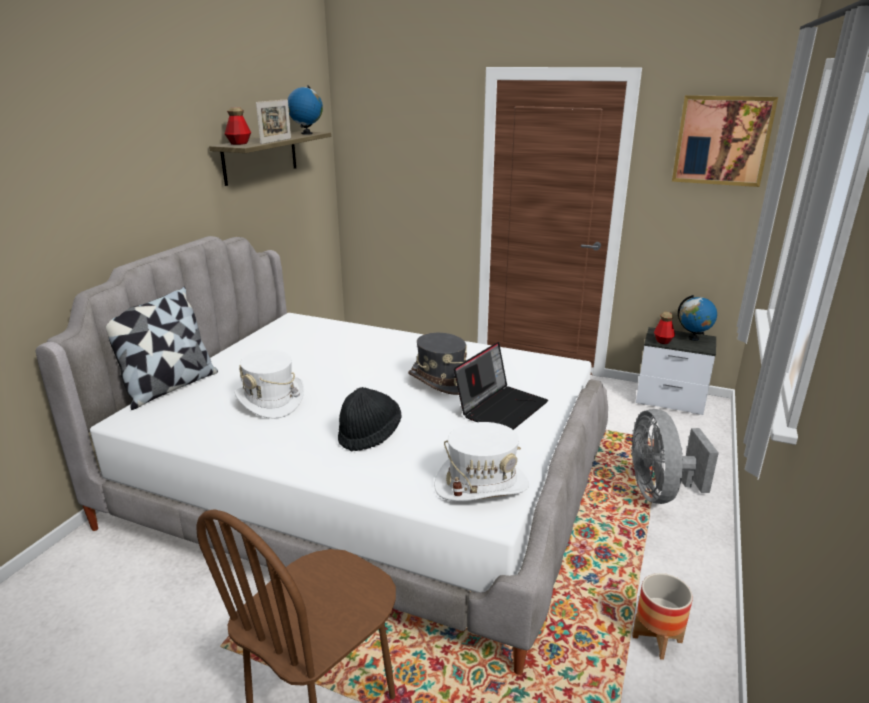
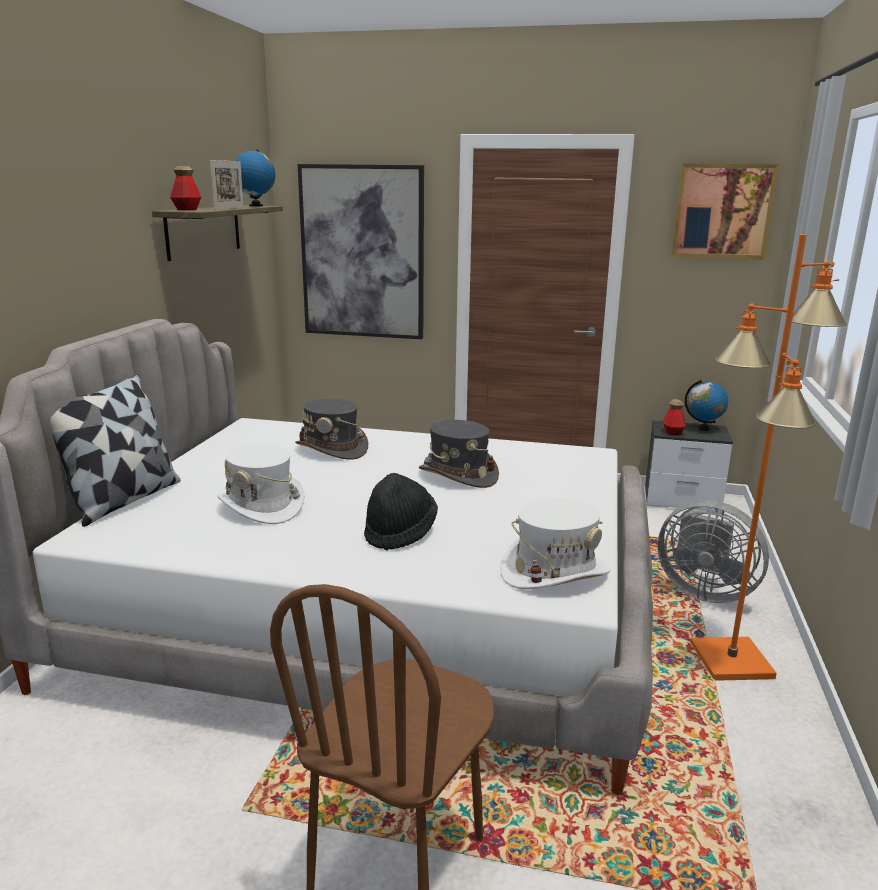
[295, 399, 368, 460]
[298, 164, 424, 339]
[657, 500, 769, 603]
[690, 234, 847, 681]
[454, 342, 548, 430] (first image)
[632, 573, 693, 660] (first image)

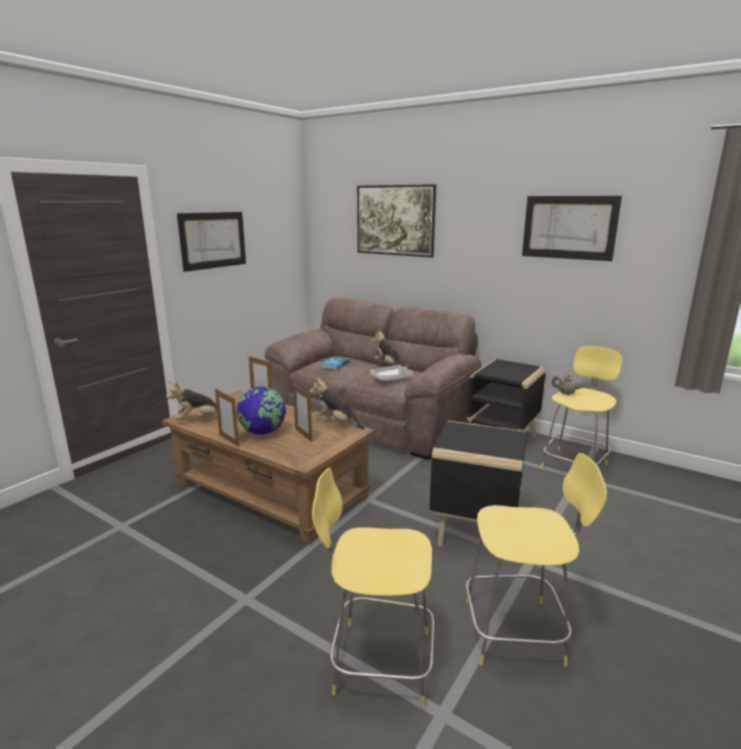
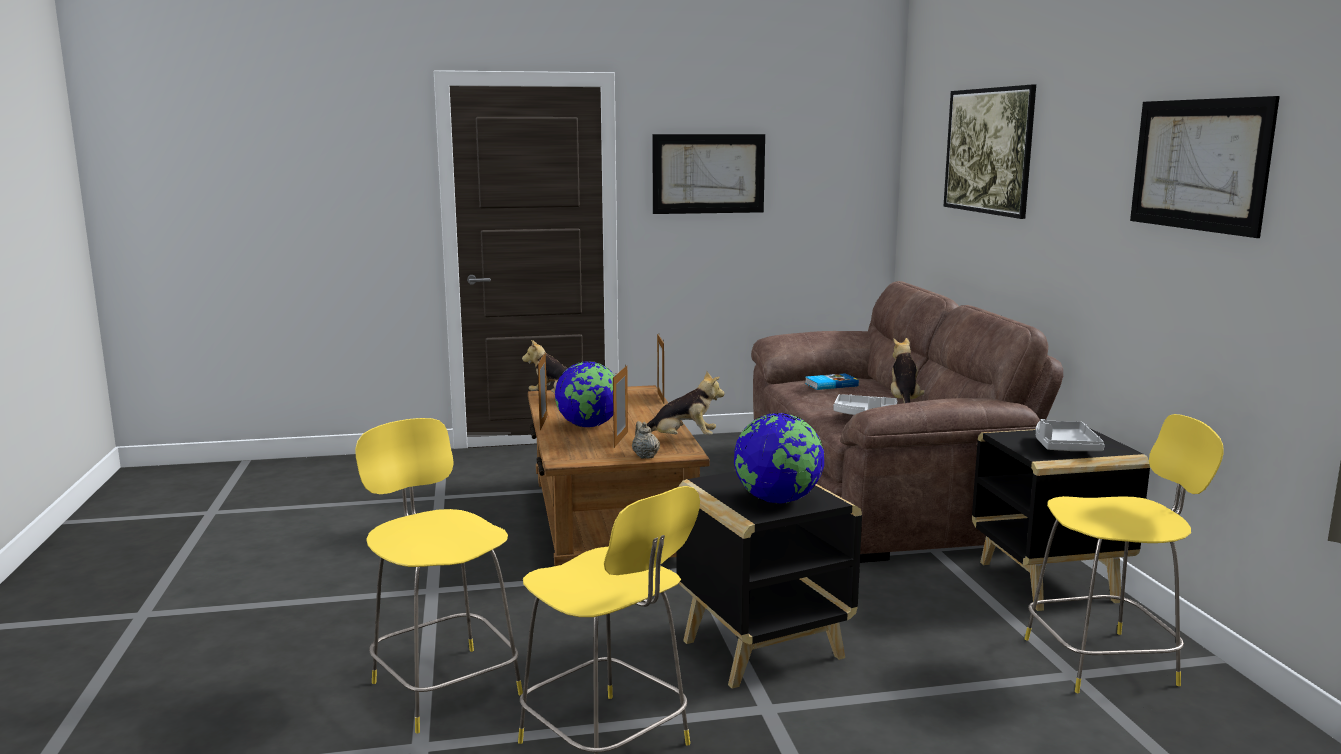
[632, 421, 660, 458]
[647, 371, 724, 435]
[734, 413, 824, 504]
[1035, 419, 1105, 451]

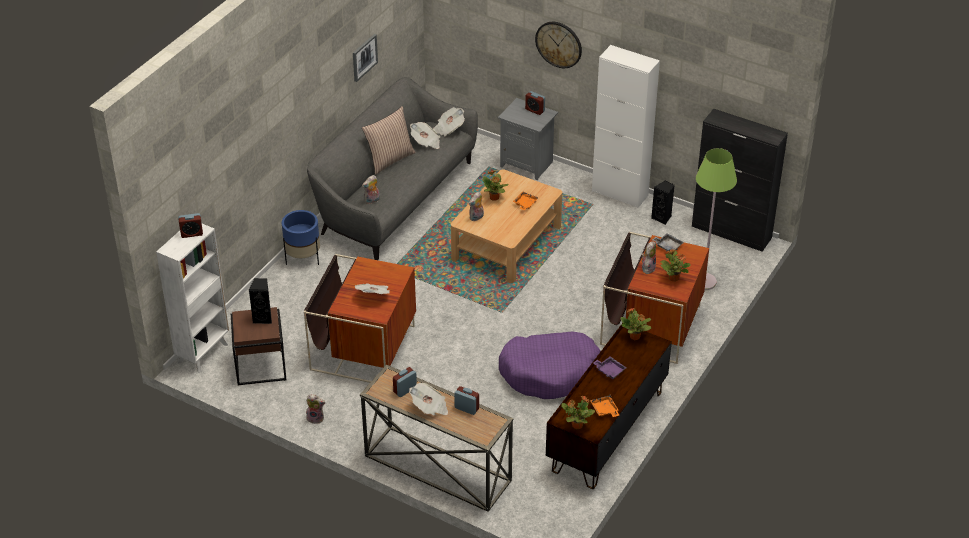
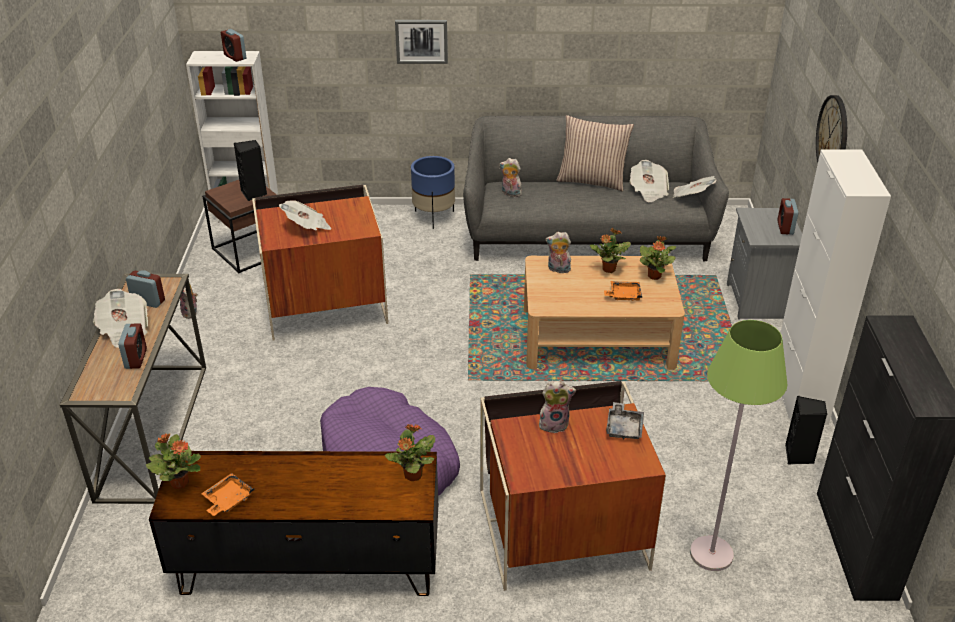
[395, 20, 448, 64]
[640, 236, 676, 280]
[593, 356, 626, 379] (first image)

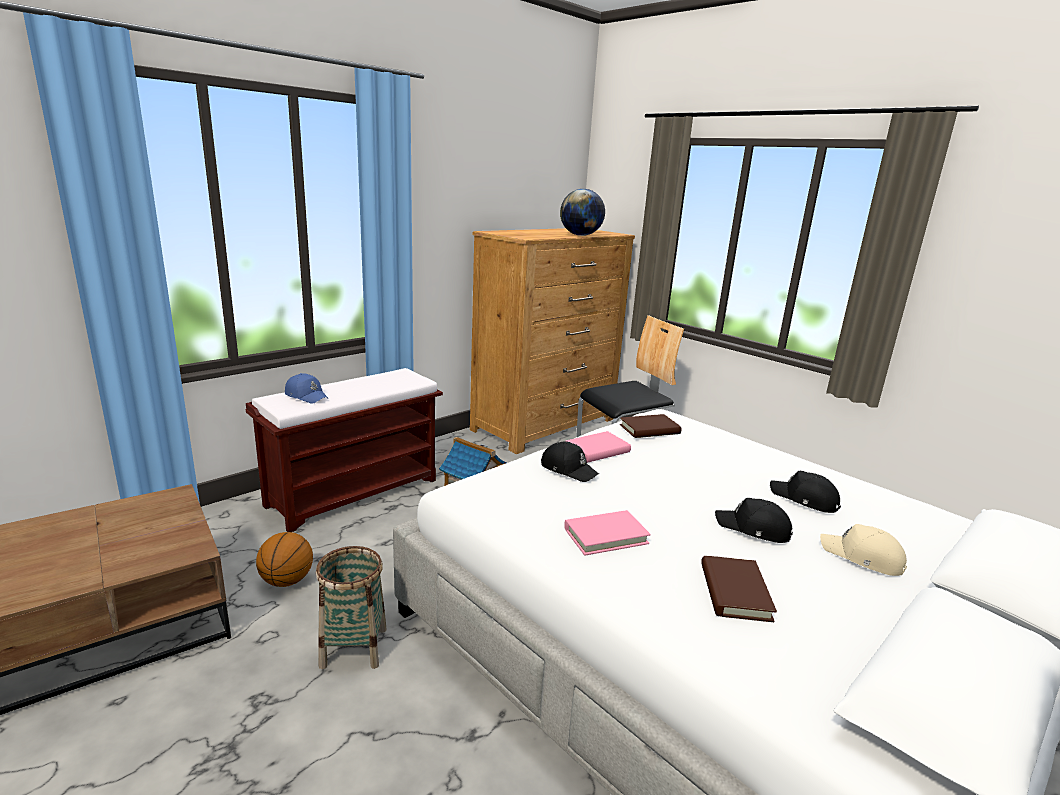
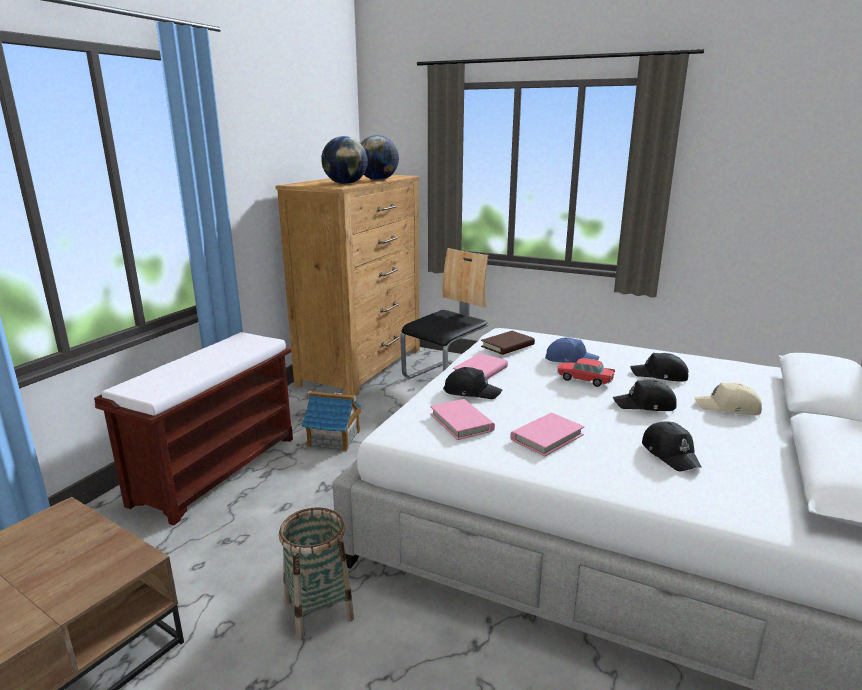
[321, 136, 368, 184]
[430, 399, 495, 440]
[545, 337, 600, 363]
[558, 358, 615, 387]
[642, 422, 702, 472]
[256, 532, 313, 587] (first image)

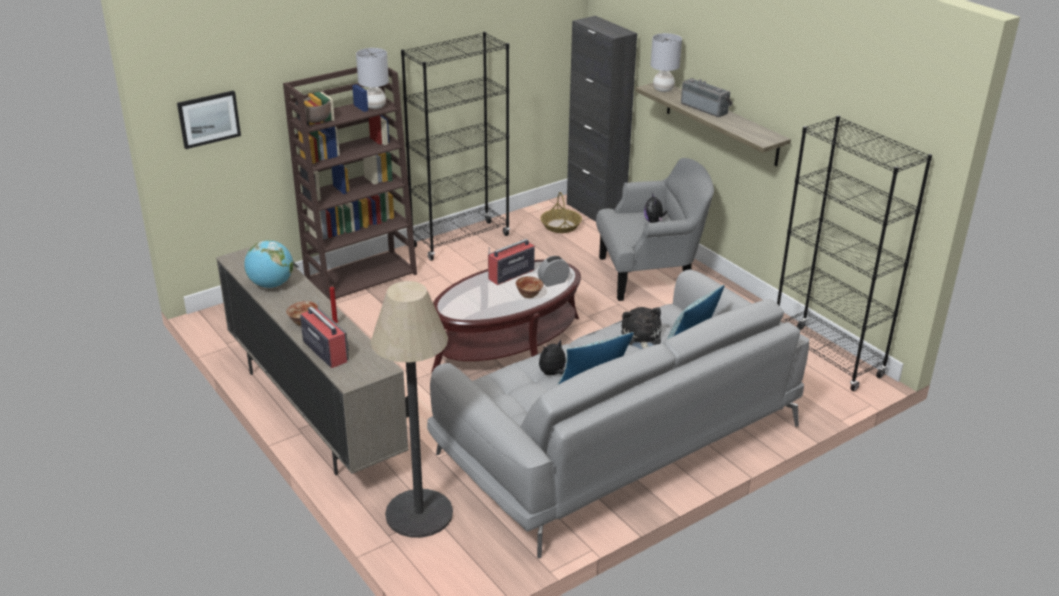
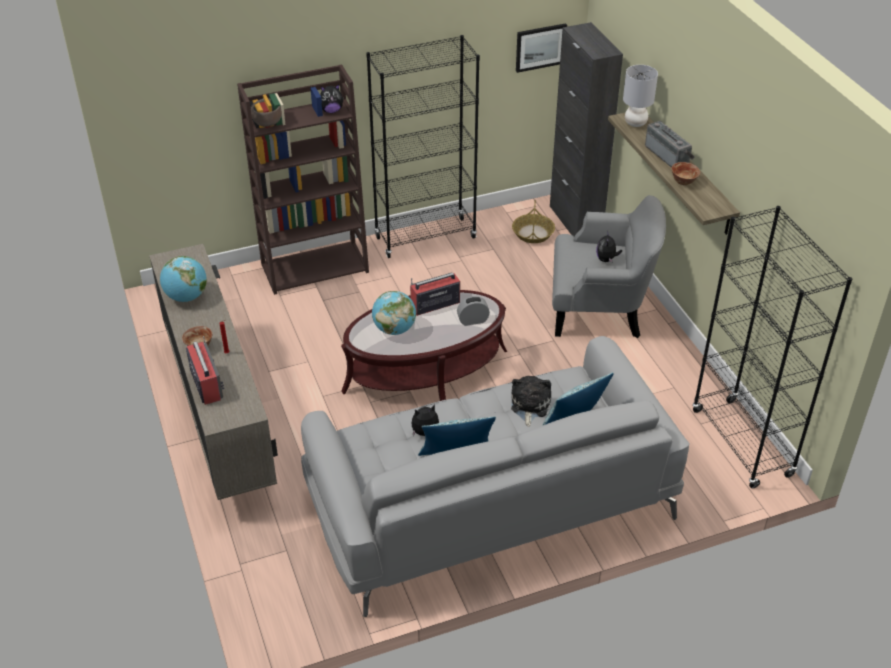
[320, 84, 344, 113]
[372, 291, 416, 335]
[516, 23, 567, 73]
[671, 162, 700, 185]
[371, 281, 453, 538] (first image)

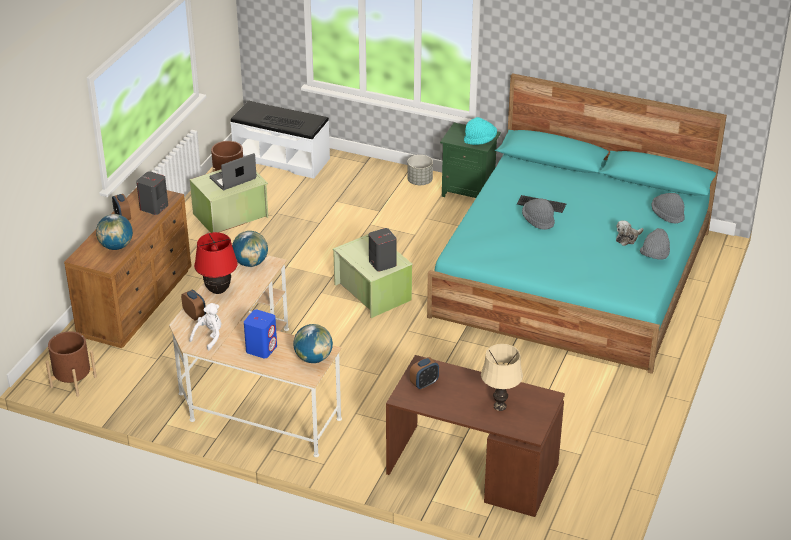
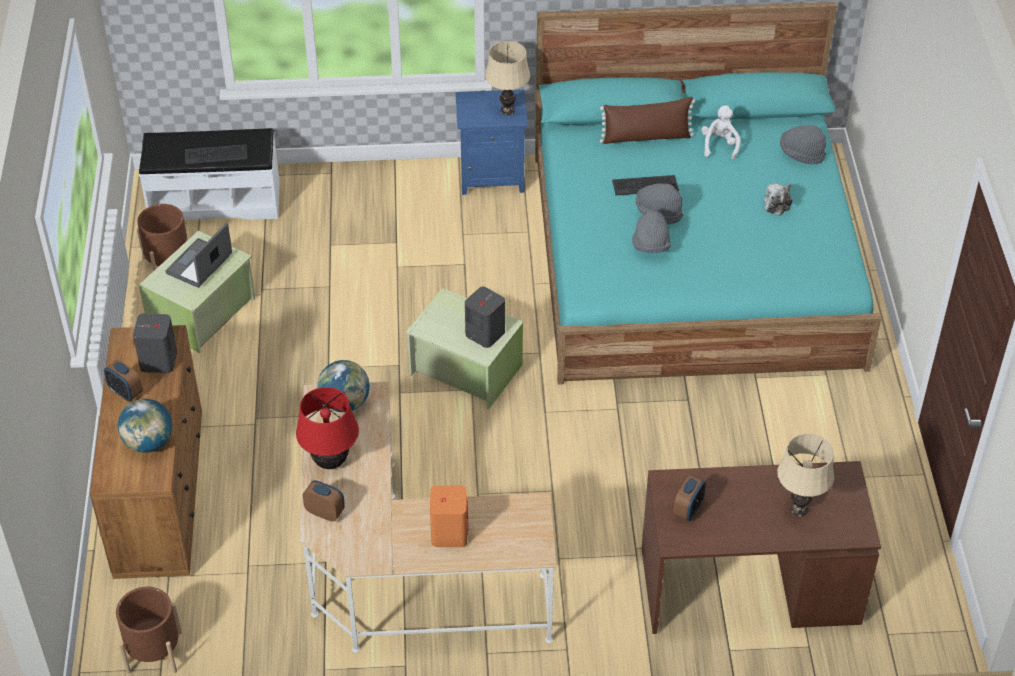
[430, 485, 468, 547]
[455, 90, 528, 195]
[485, 41, 530, 115]
[600, 97, 695, 144]
[632, 209, 671, 253]
[701, 105, 741, 160]
[293, 324, 333, 363] (first image)
[407, 155, 433, 185] (first image)

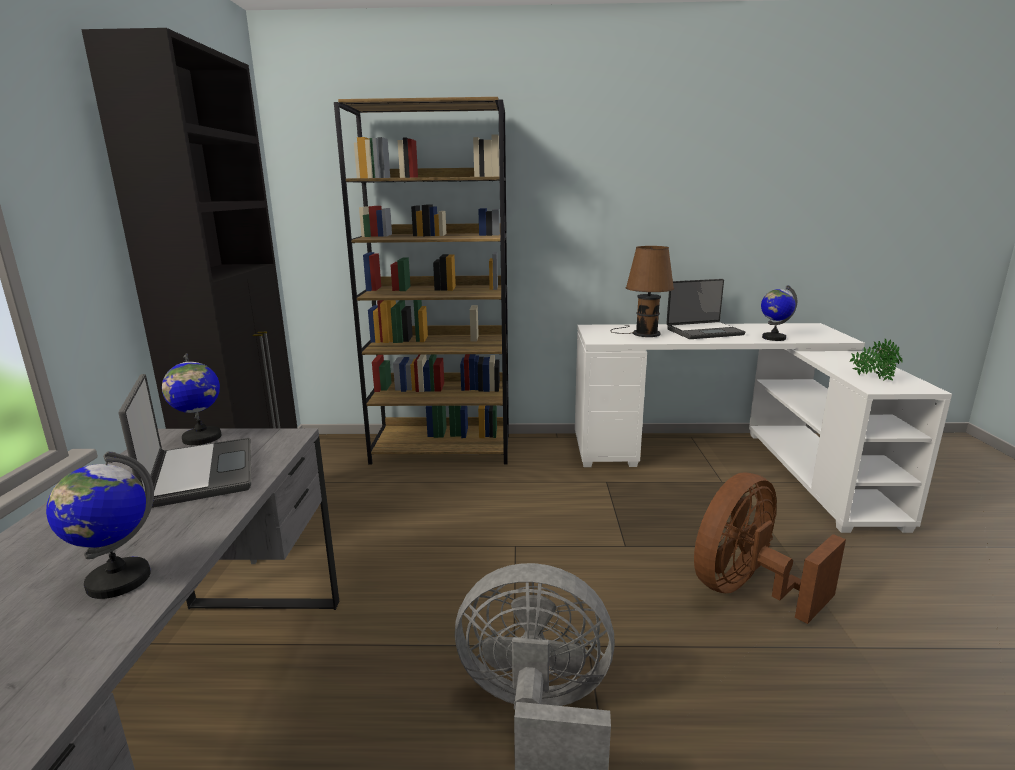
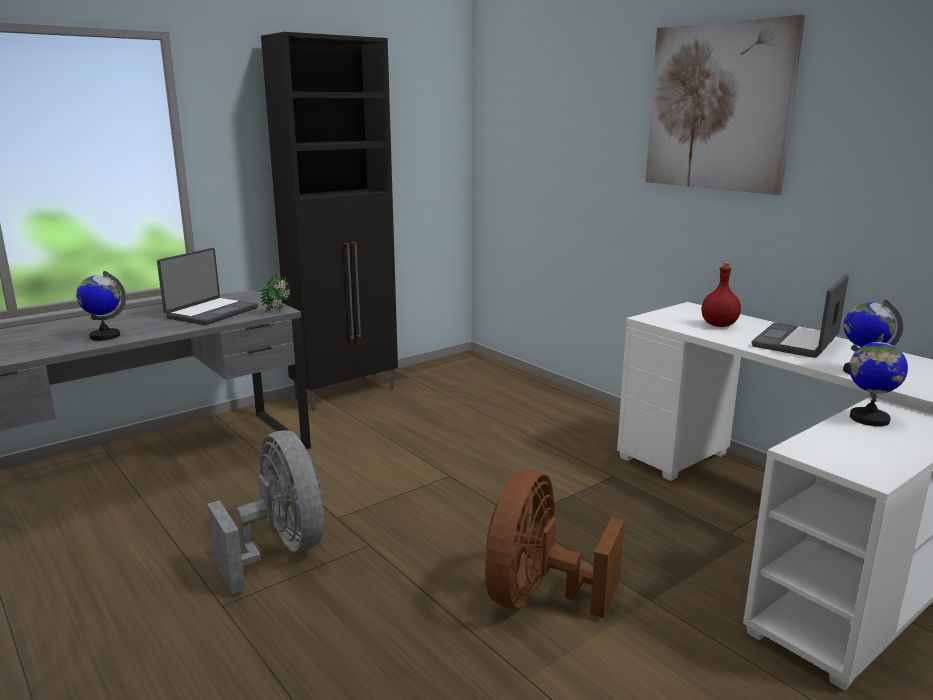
[260, 275, 291, 313]
[485, 469, 625, 618]
[645, 14, 805, 195]
[701, 262, 741, 327]
[751, 274, 849, 358]
[849, 334, 908, 427]
[334, 97, 509, 465] (first image)

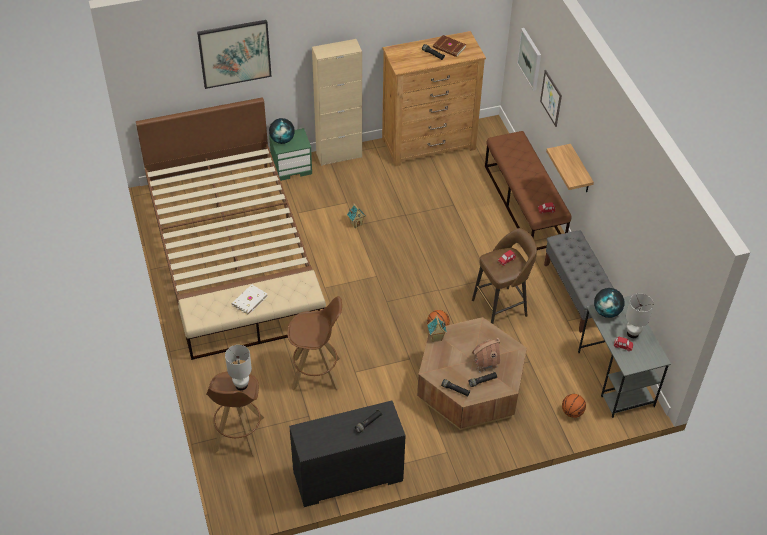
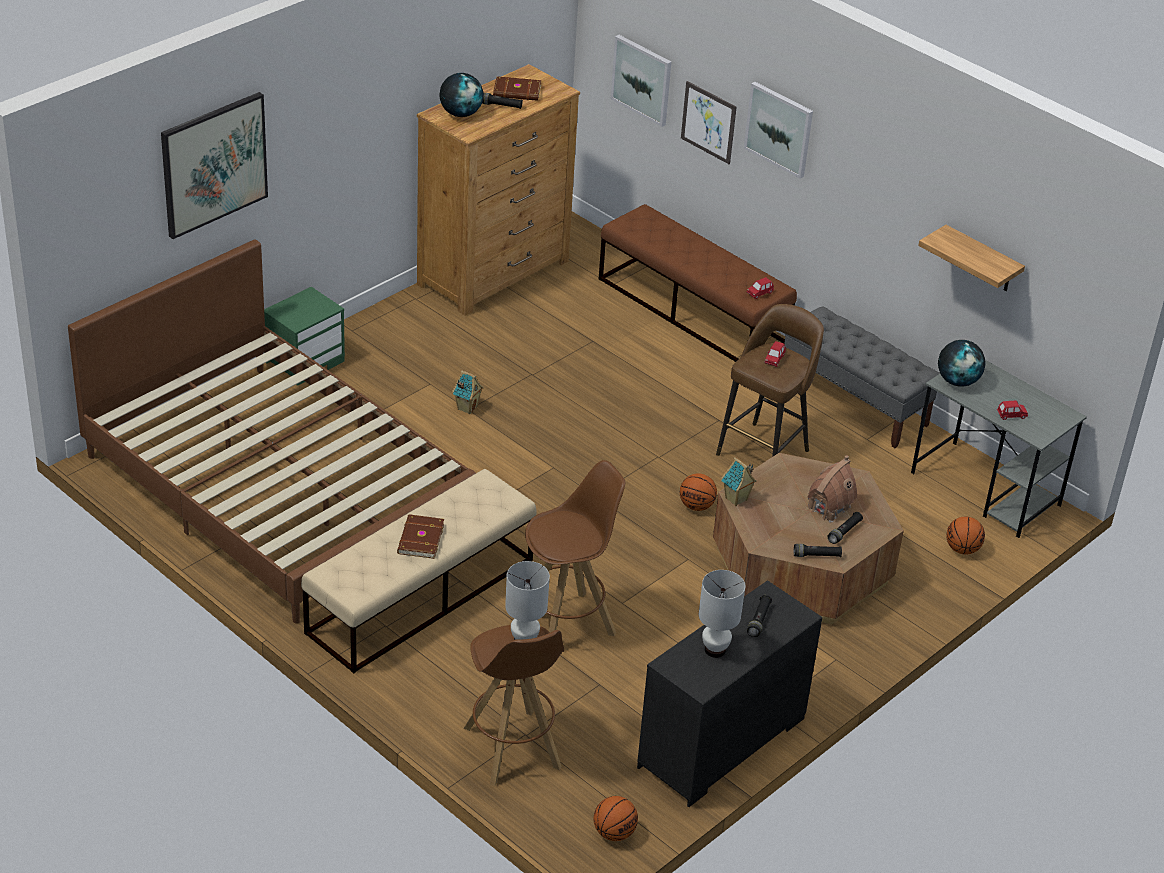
[397, 514, 444, 559]
[439, 73, 483, 117]
[594, 796, 638, 841]
[699, 570, 745, 658]
[744, 82, 813, 179]
[918, 225, 1025, 291]
[312, 39, 362, 166] (first image)

